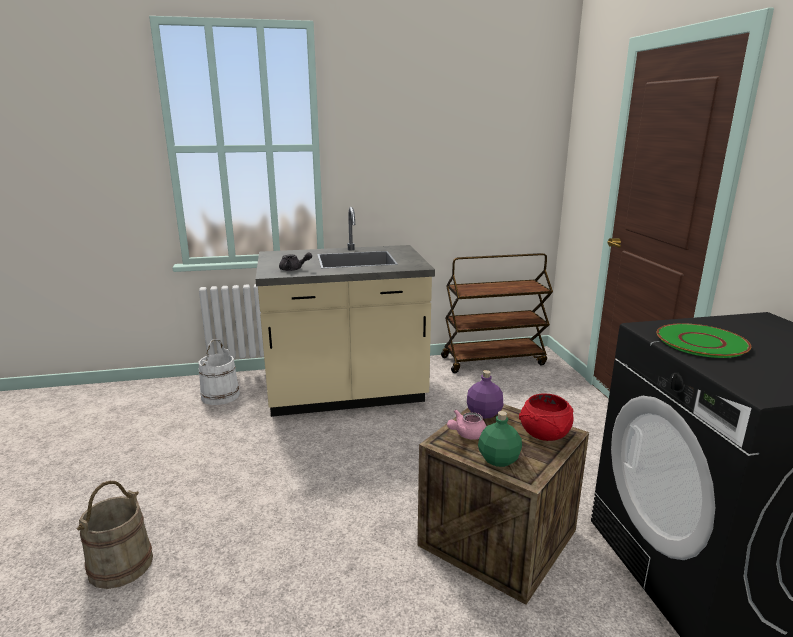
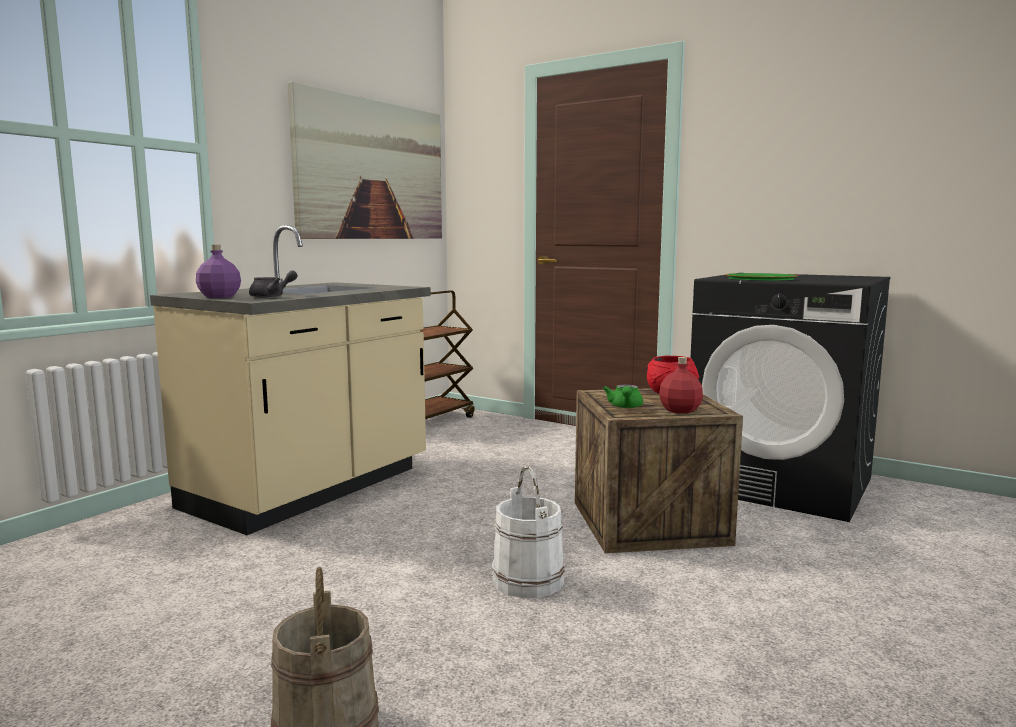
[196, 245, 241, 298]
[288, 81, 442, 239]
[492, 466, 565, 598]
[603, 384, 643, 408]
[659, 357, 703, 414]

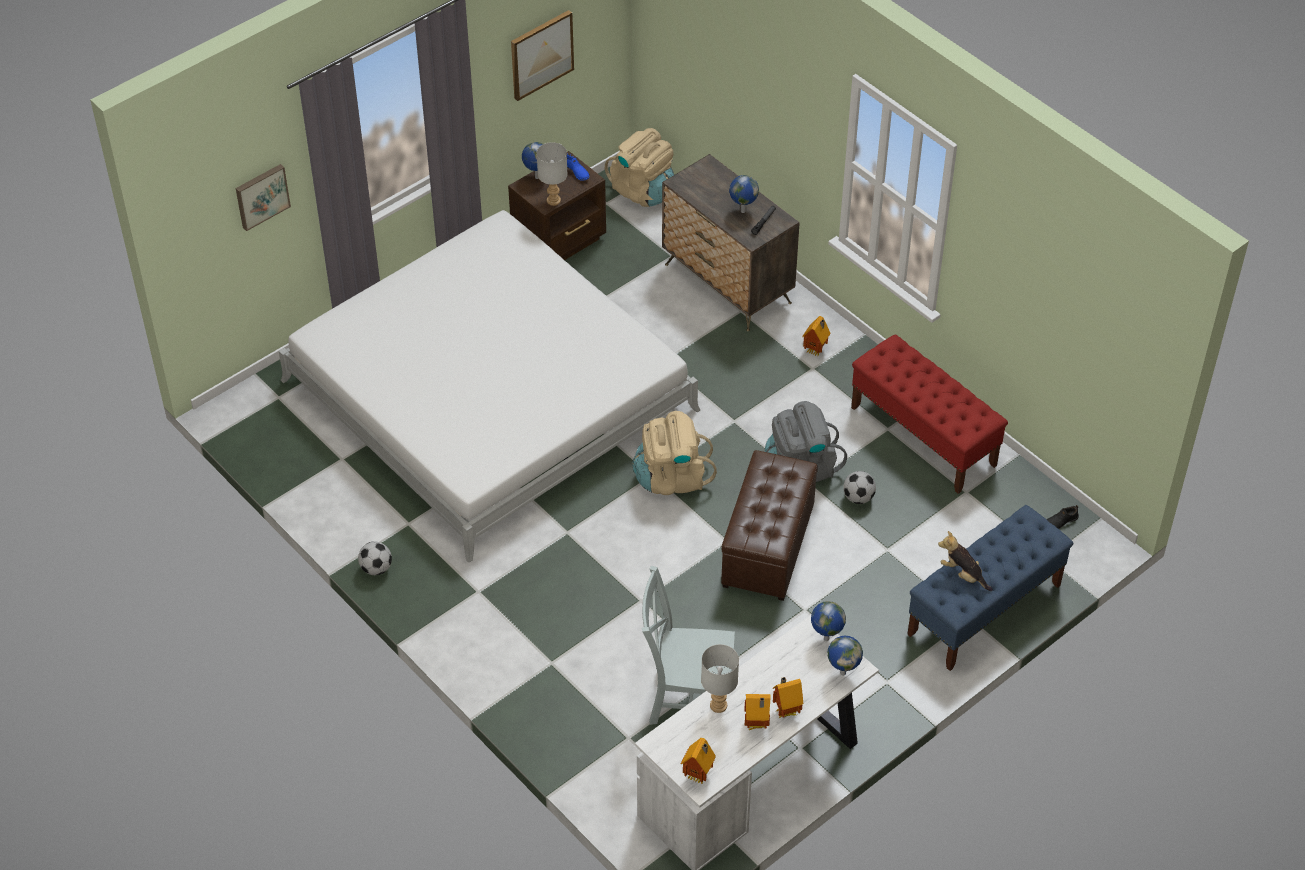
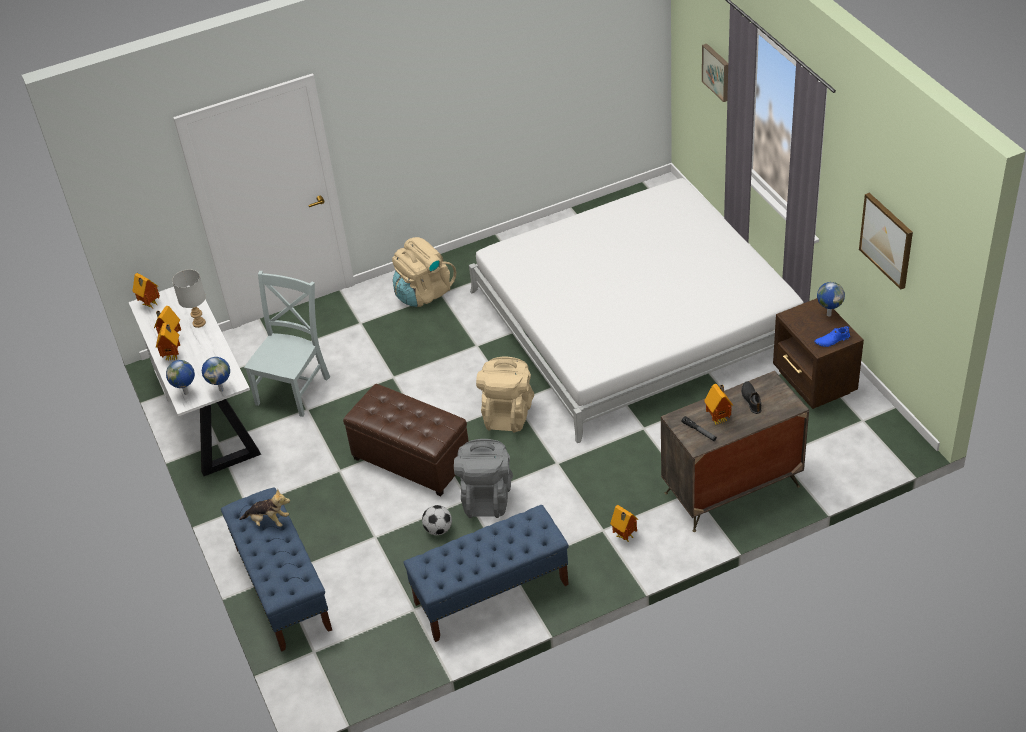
[239, 488, 290, 527]
[392, 237, 456, 307]
[403, 505, 569, 642]
[704, 384, 733, 425]
[741, 381, 761, 414]
[358, 541, 392, 575] (first image)
[537, 142, 568, 206] (first image)

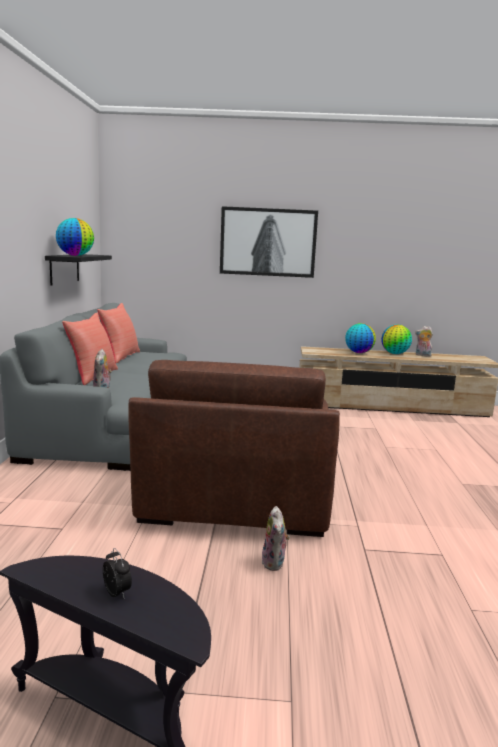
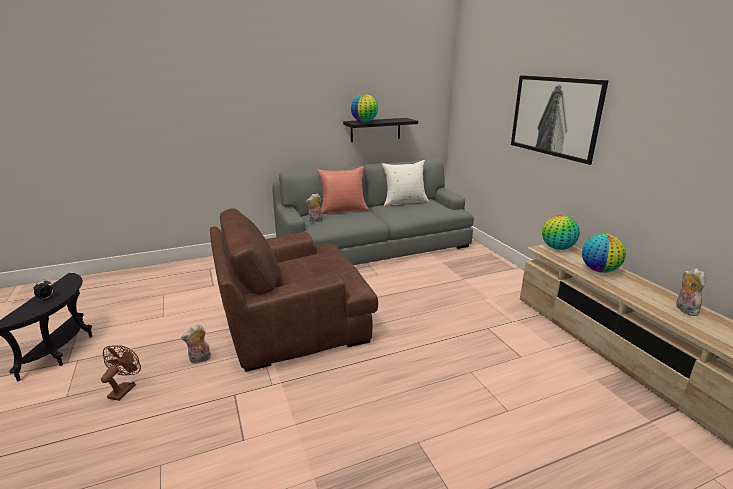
[101, 345, 141, 401]
[382, 160, 429, 207]
[542, 215, 580, 250]

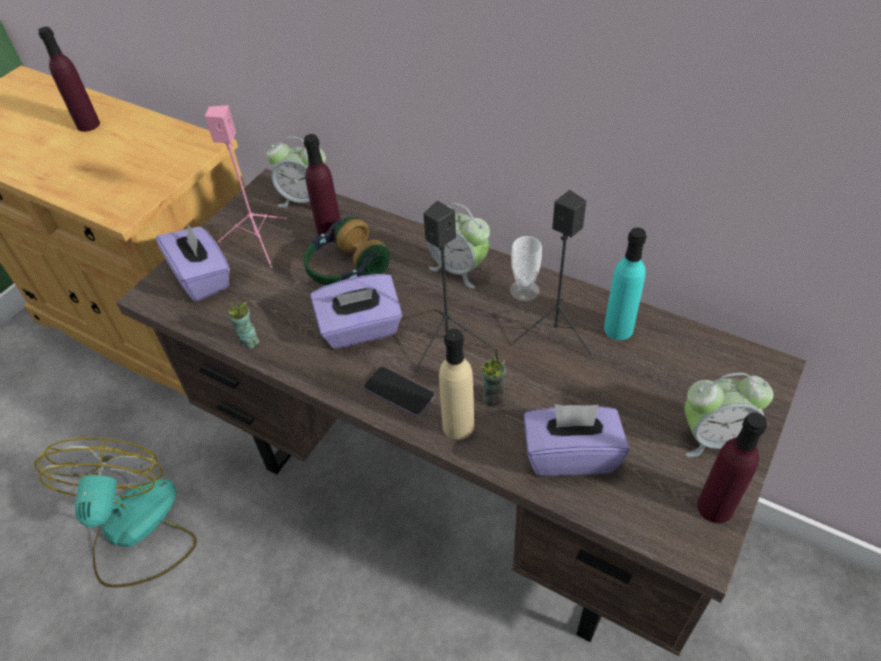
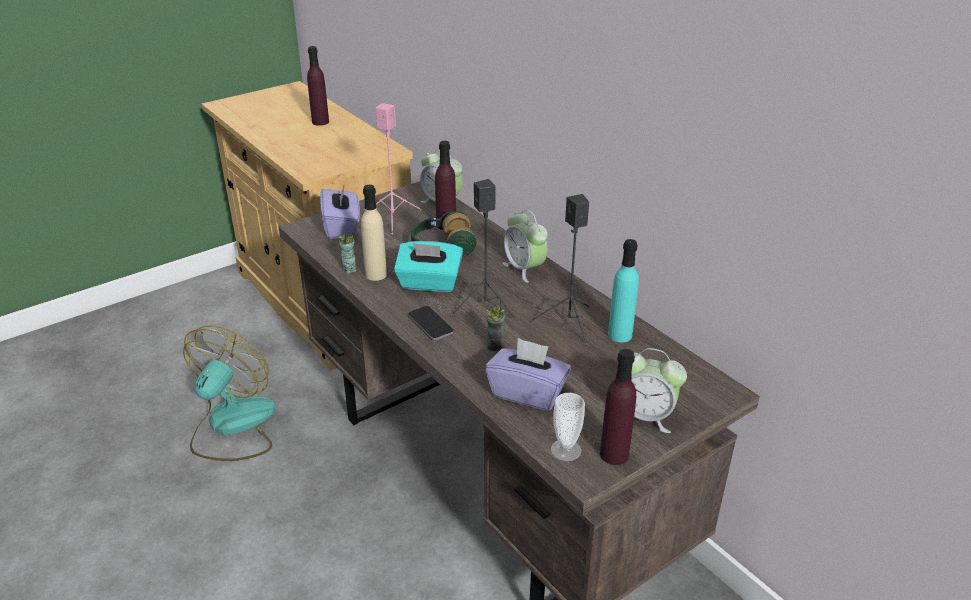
[361, 185, 387, 281]
[394, 241, 463, 292]
[551, 393, 585, 461]

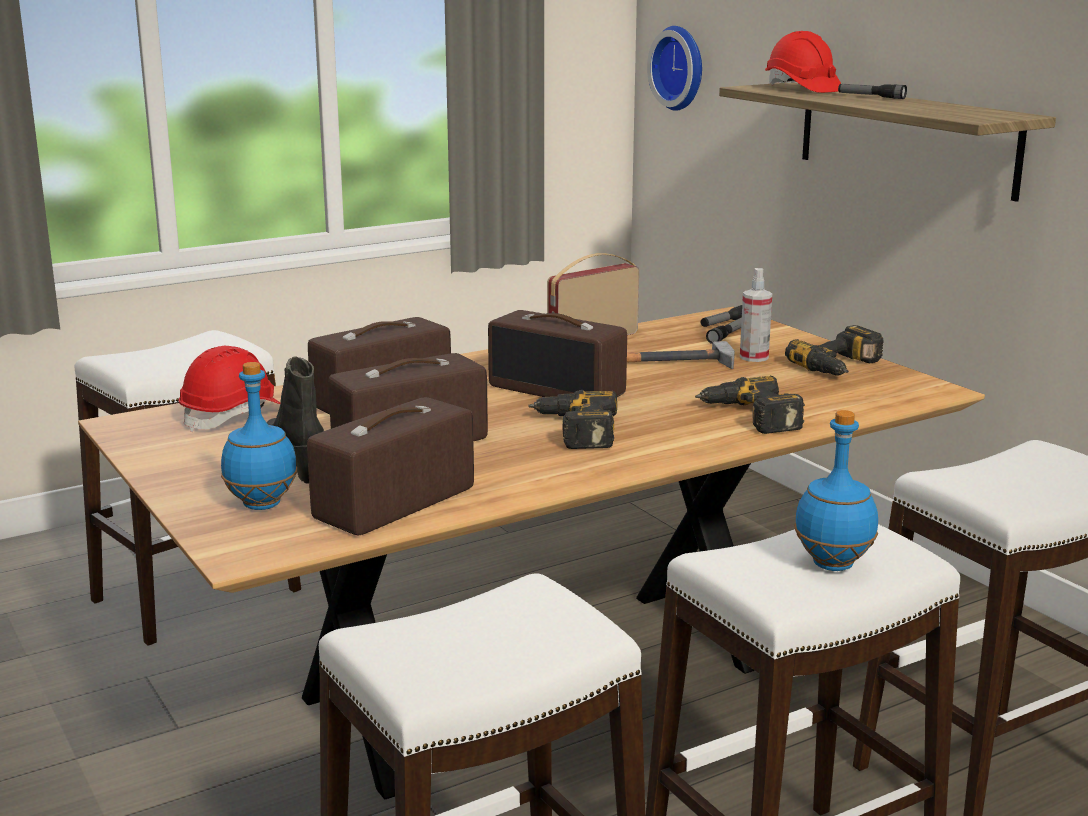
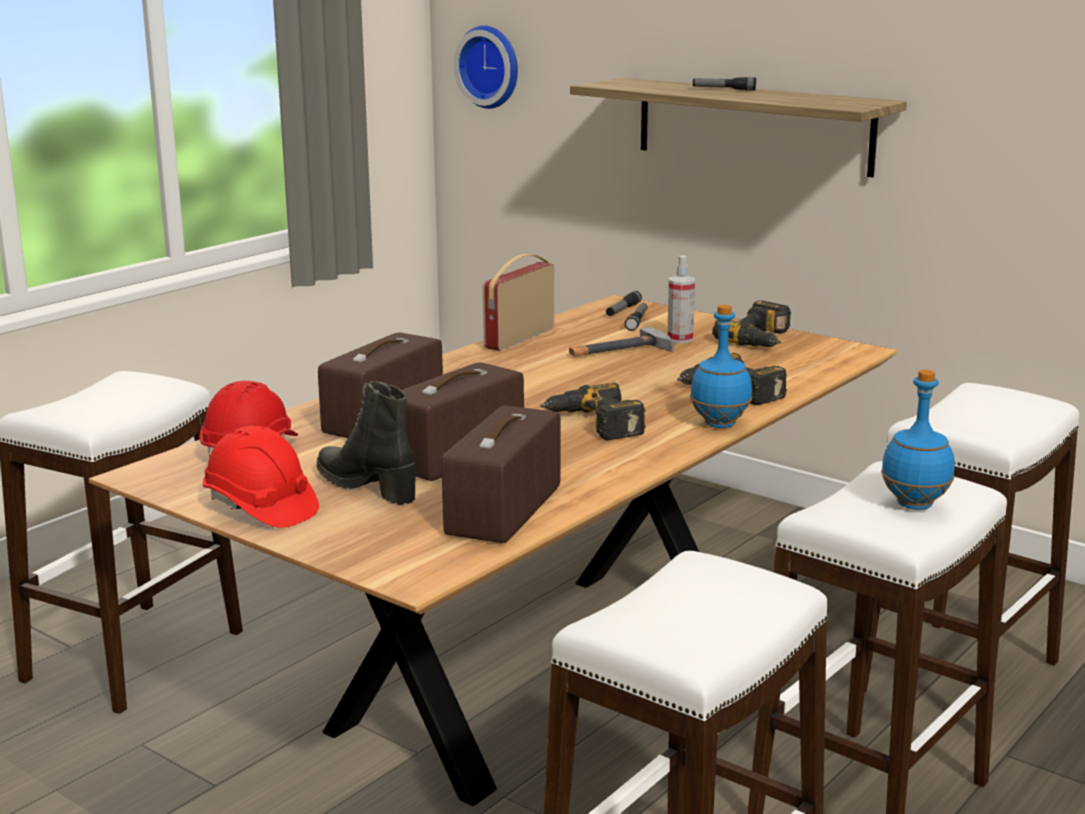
[203, 426, 319, 528]
[690, 305, 752, 428]
[488, 310, 627, 397] (first image)

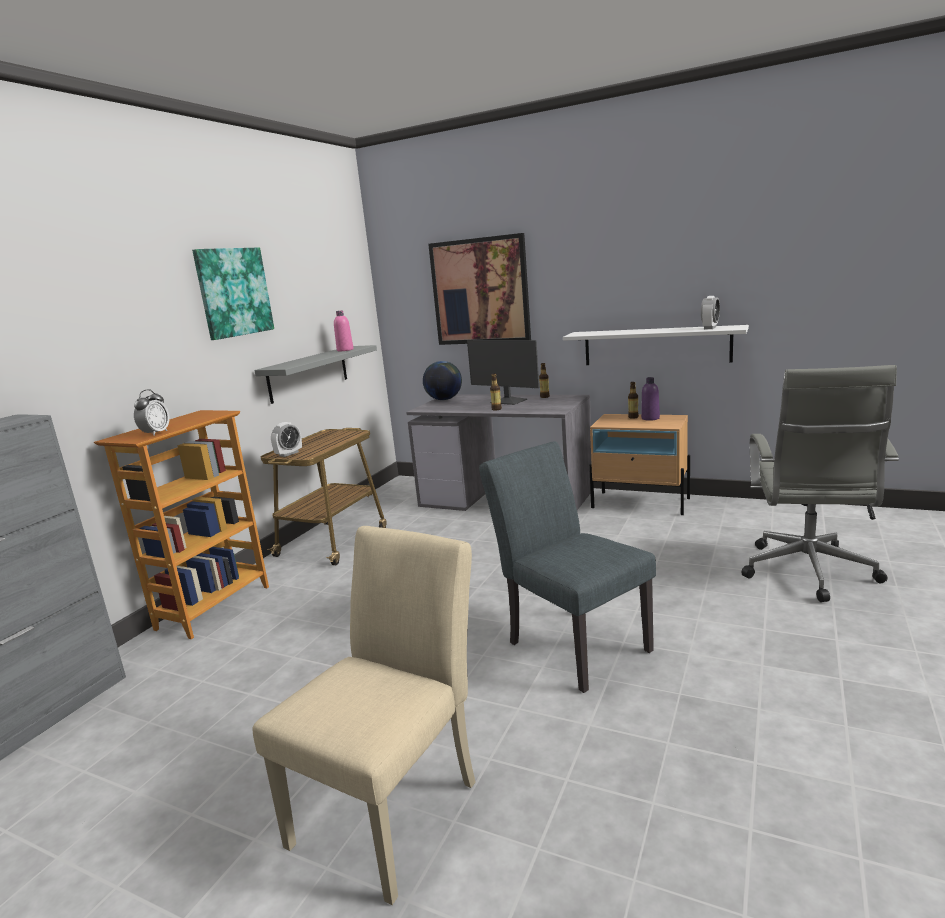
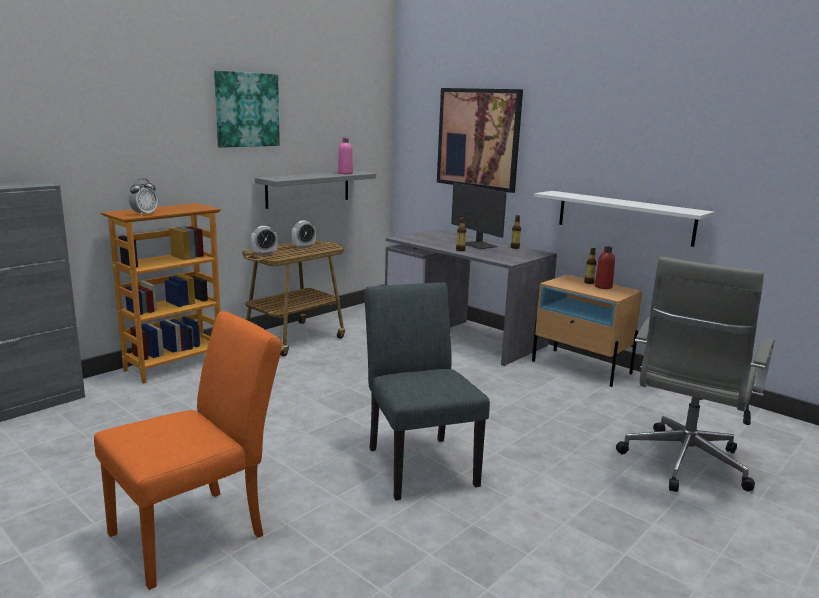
[94, 311, 282, 590]
[292, 220, 316, 248]
[595, 246, 615, 289]
[423, 361, 462, 400] (first image)

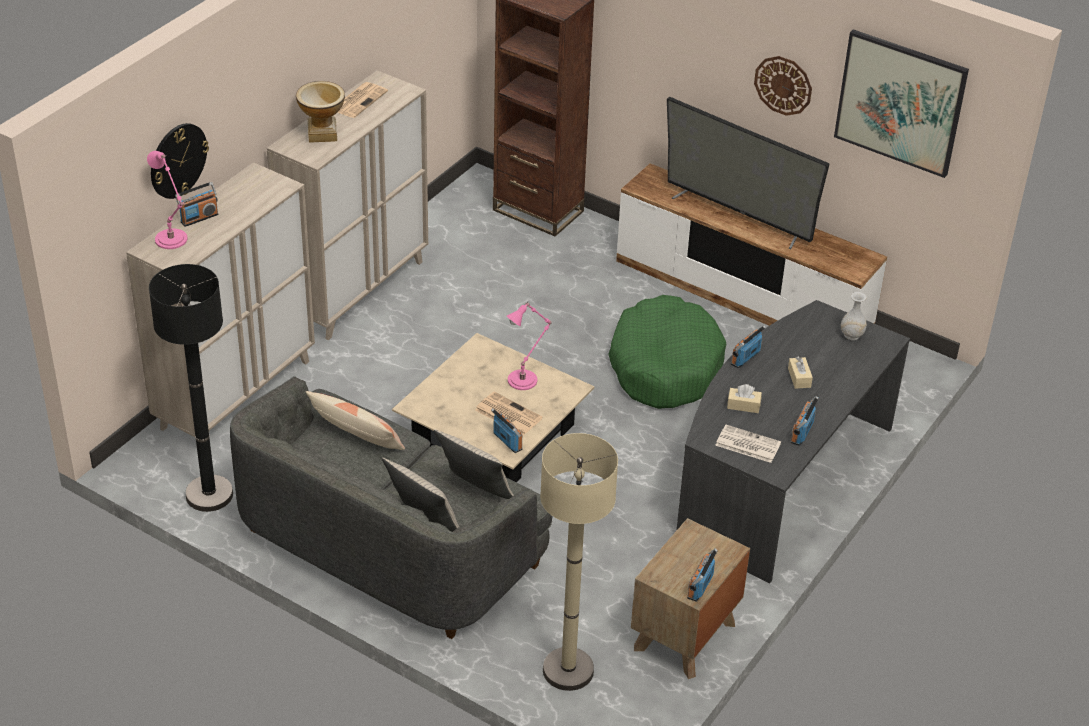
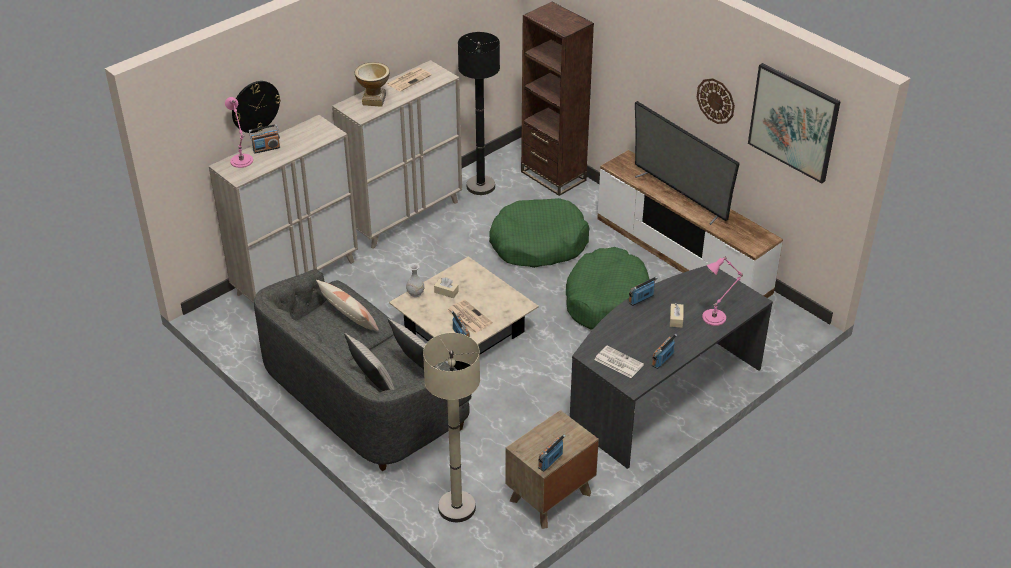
[406, 263, 424, 297]
[434, 278, 459, 298]
[458, 32, 500, 195]
[489, 198, 590, 268]
[702, 256, 743, 326]

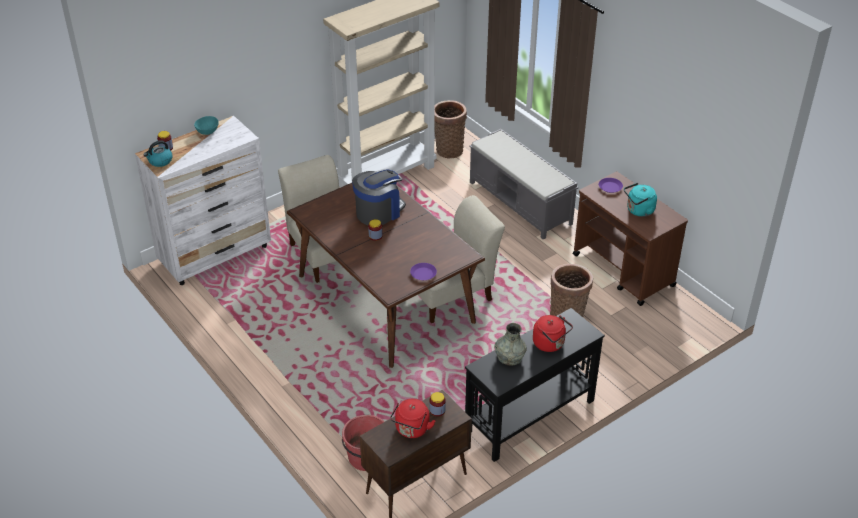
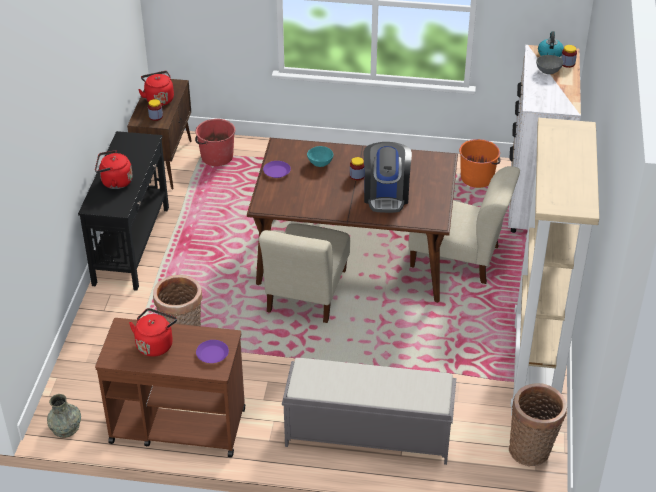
[47, 394, 81, 438]
[129, 308, 177, 357]
[307, 146, 333, 167]
[459, 139, 501, 188]
[536, 55, 563, 74]

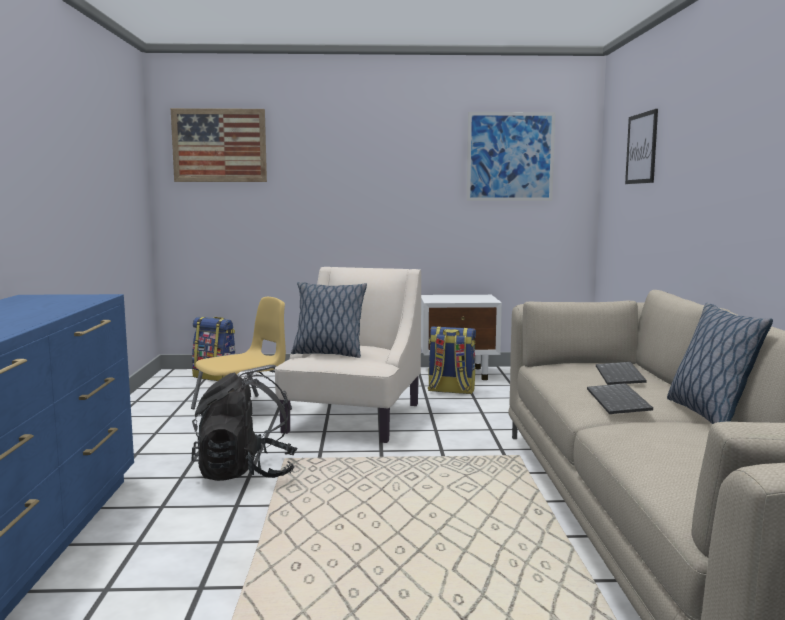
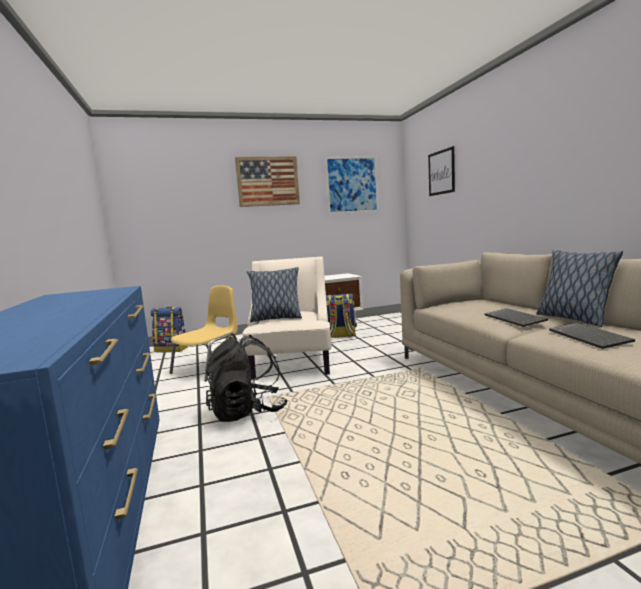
[235, 156, 300, 207]
[549, 323, 635, 349]

